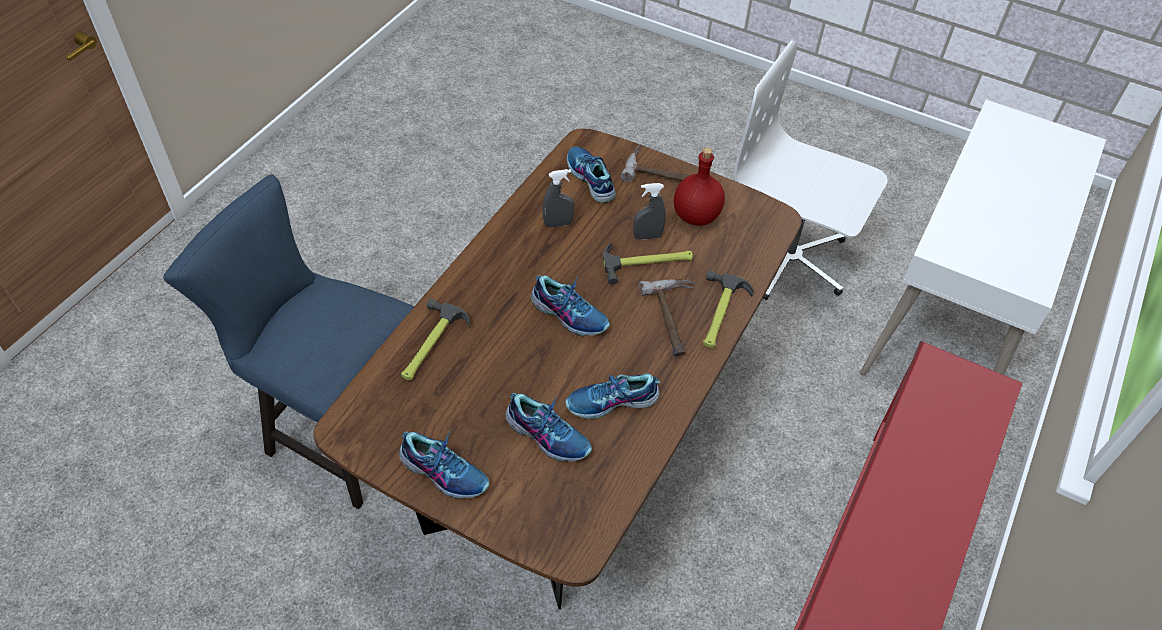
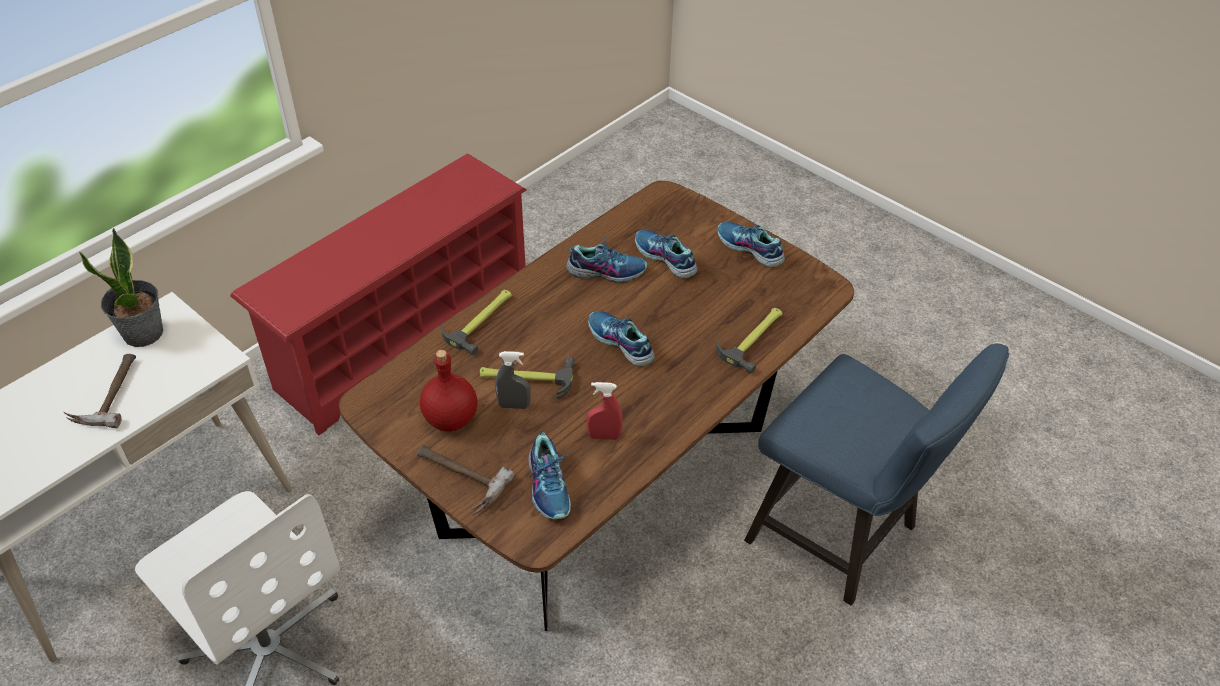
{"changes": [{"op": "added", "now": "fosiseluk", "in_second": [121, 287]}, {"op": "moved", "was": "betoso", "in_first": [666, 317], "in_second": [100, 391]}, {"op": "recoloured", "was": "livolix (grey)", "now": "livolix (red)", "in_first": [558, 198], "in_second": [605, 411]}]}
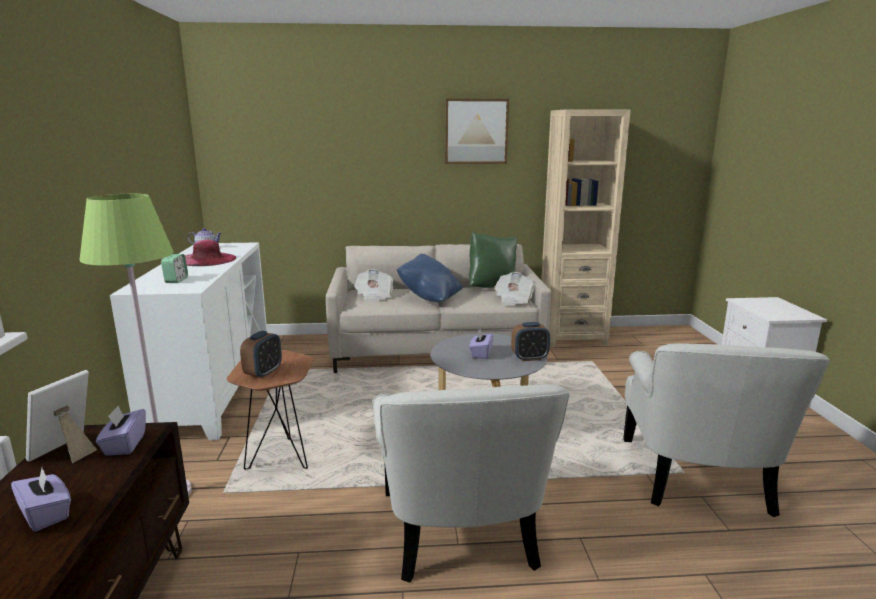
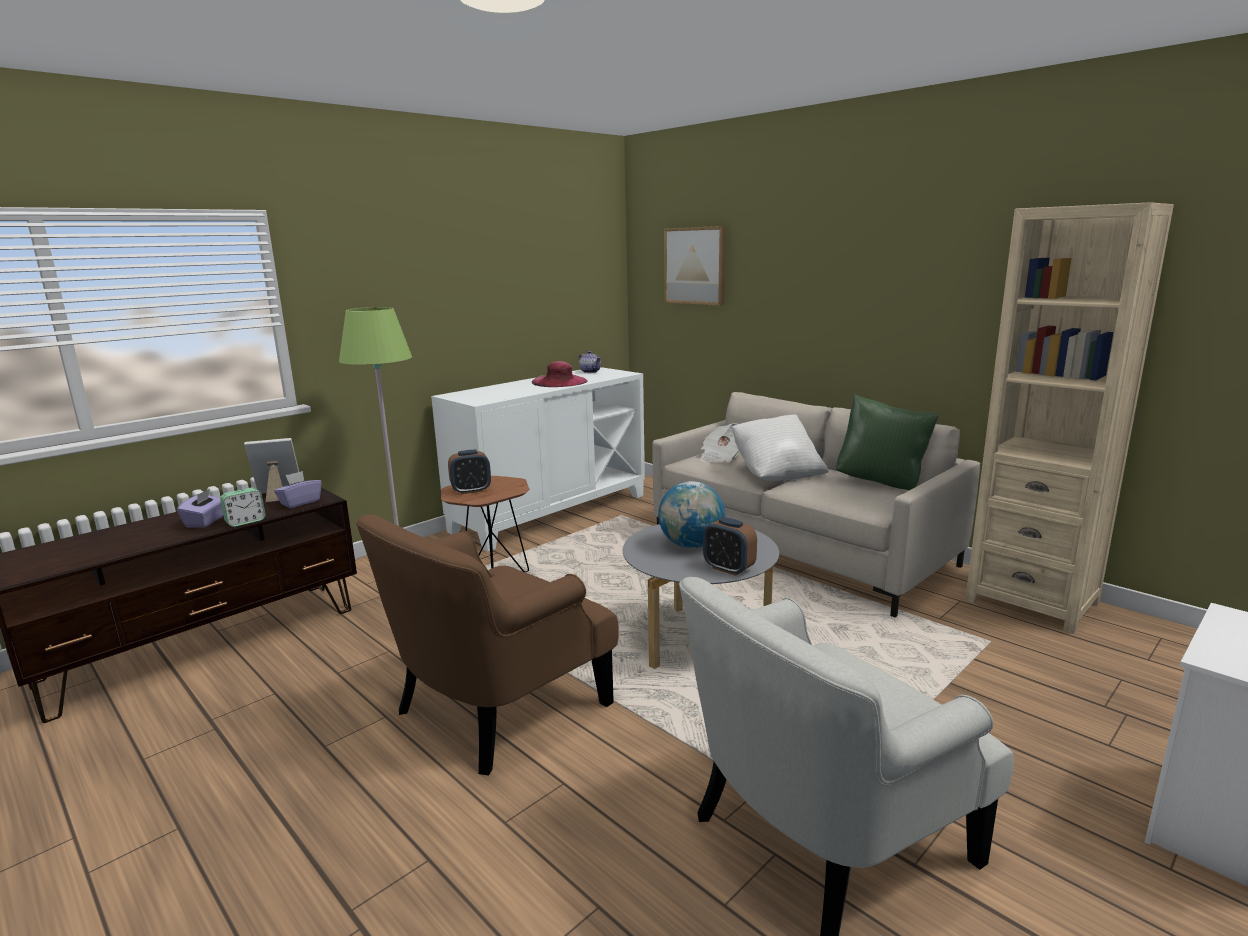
{"changes": [{"op": "removed", "was": "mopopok", "in_first": [514, 289]}, {"op": "moved", "was": "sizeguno", "in_first": [174, 268], "in_second": [243, 507]}, {"op": "moved", "was": "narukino", "in_first": [477, 131], "in_second": [694, 266]}, {"op": "replaced", "was": "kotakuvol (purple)", "now": "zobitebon", "in_first": [481, 344], "in_second": [691, 514]}, {"op": "recoloured", "was": "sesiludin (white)", "now": "sesiludin (brown)", "in_first": [470, 483], "in_second": [487, 645]}, {"op": "recoloured", "was": "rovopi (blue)", "now": "rovopi (white)", "in_first": [430, 278], "in_second": [780, 448]}]}
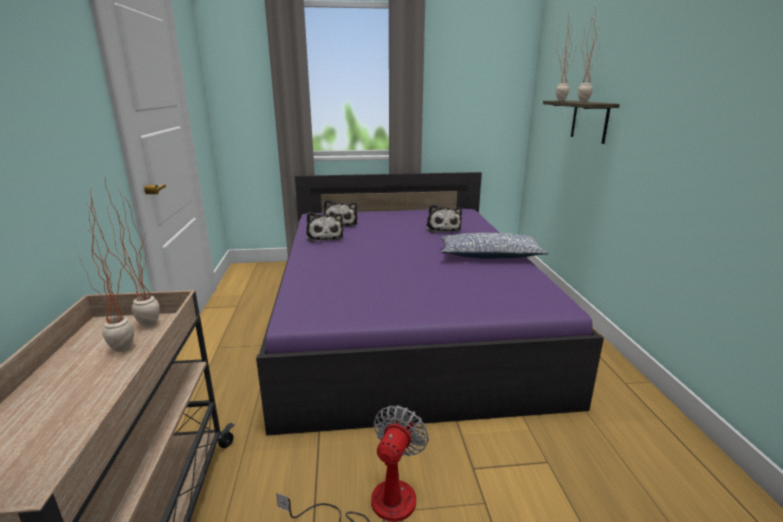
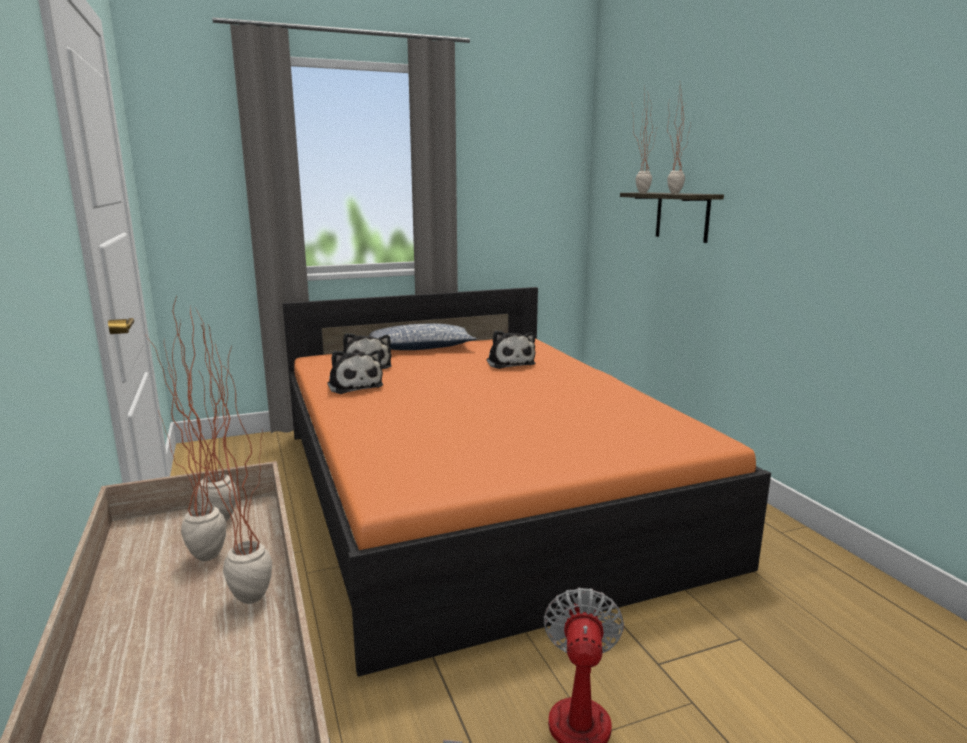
{"changes": [{"op": "added", "now": "fosiseluk", "in_second": [220, 464]}, {"op": "moved", "was": "rovopi", "in_first": [495, 246], "in_second": [423, 336]}, {"op": "recoloured", "was": "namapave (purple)", "now": "namapave (orange)", "in_first": [430, 304], "in_second": [526, 482]}]}
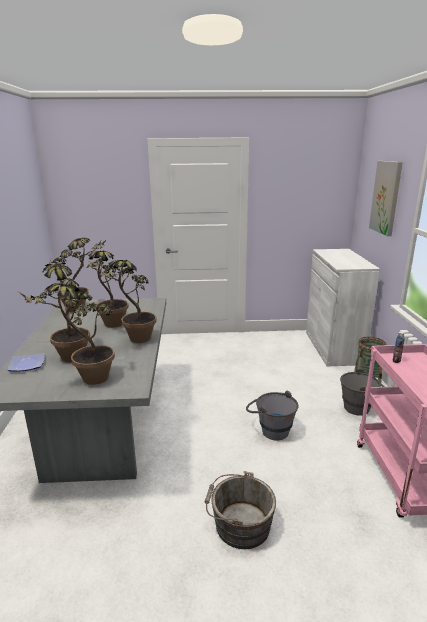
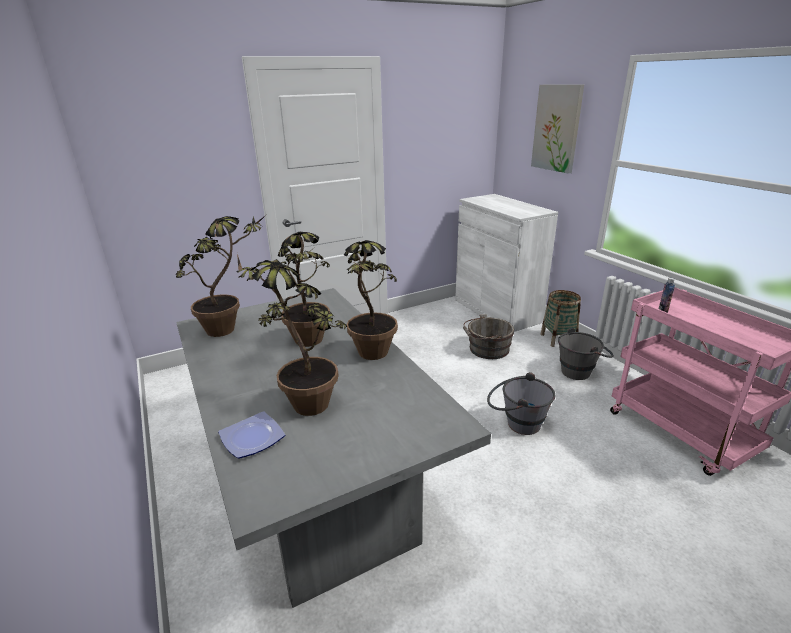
{"changes": [{"op": "removed", "was": "fosiseluk", "in_first": [65, 334]}, {"op": "moved", "was": "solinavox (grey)", "in_first": [240, 510], "in_second": [488, 336]}]}
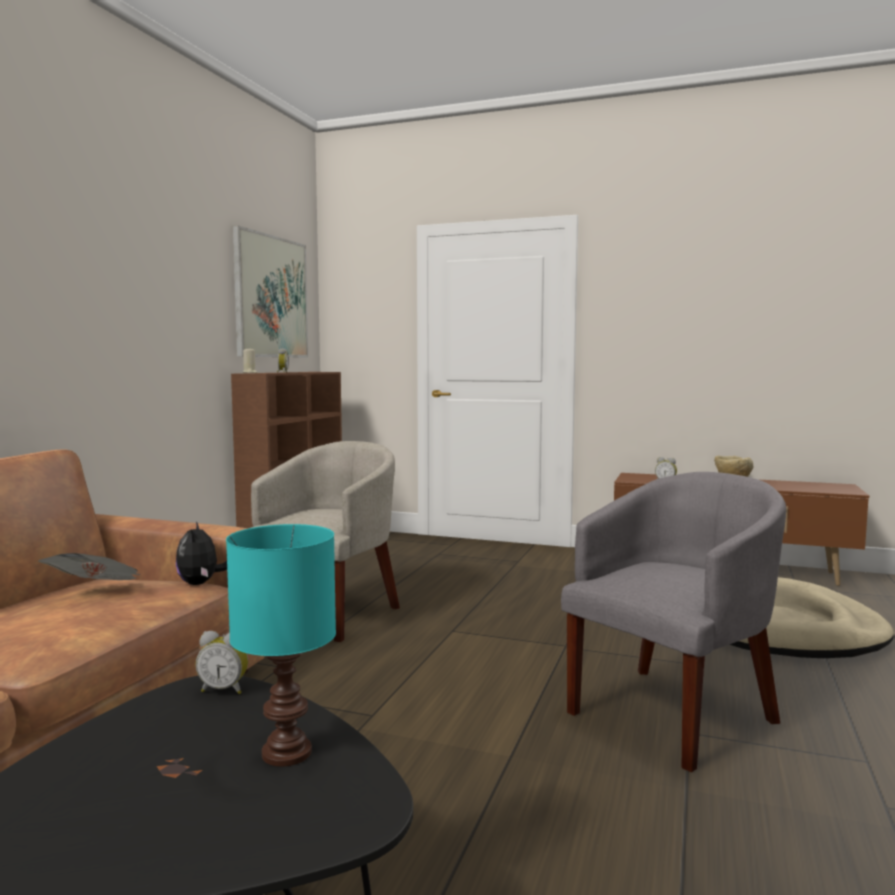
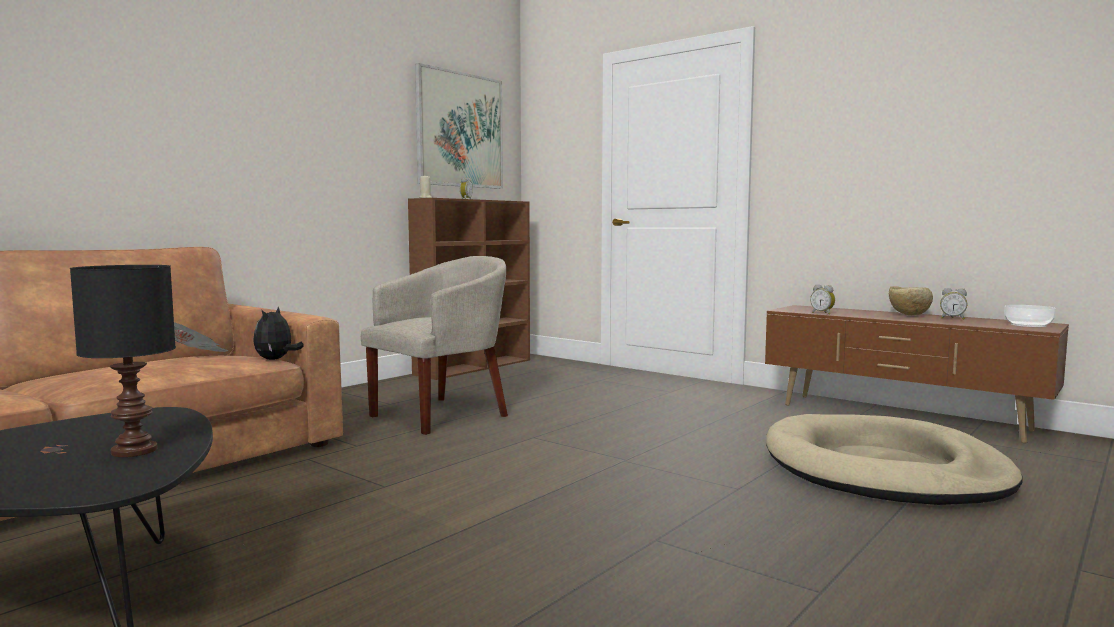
{"changes": [{"op": "removed", "was": "sesiludin (grey)", "in_first": [673, 622]}, {"op": "added", "now": "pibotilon", "in_second": [1030, 316]}, {"op": "moved", "was": "sizeguno", "in_first": [222, 662], "in_second": [953, 304]}, {"op": "recoloured", "was": "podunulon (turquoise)", "now": "podunulon (black)", "in_first": [281, 645], "in_second": [123, 361]}]}
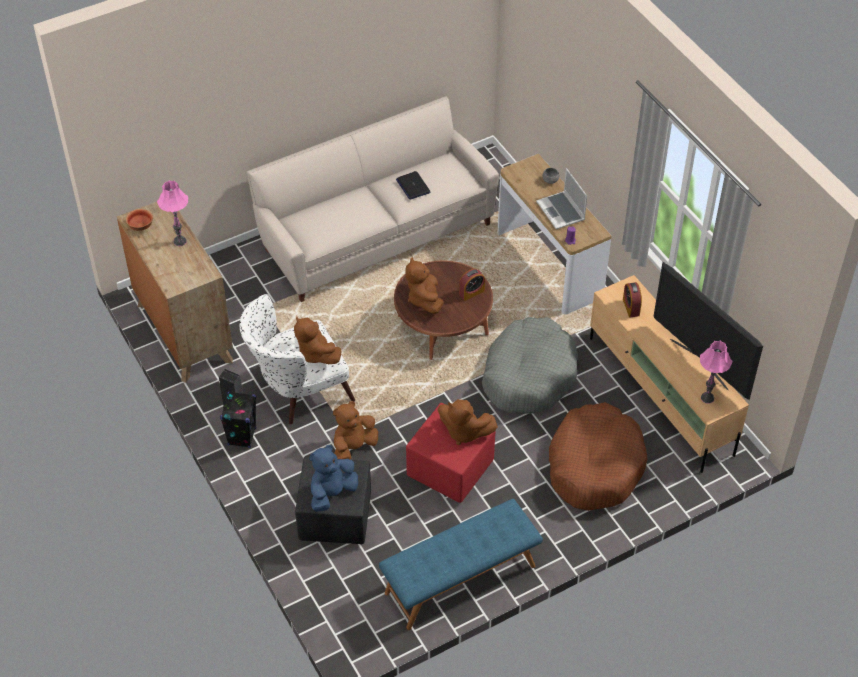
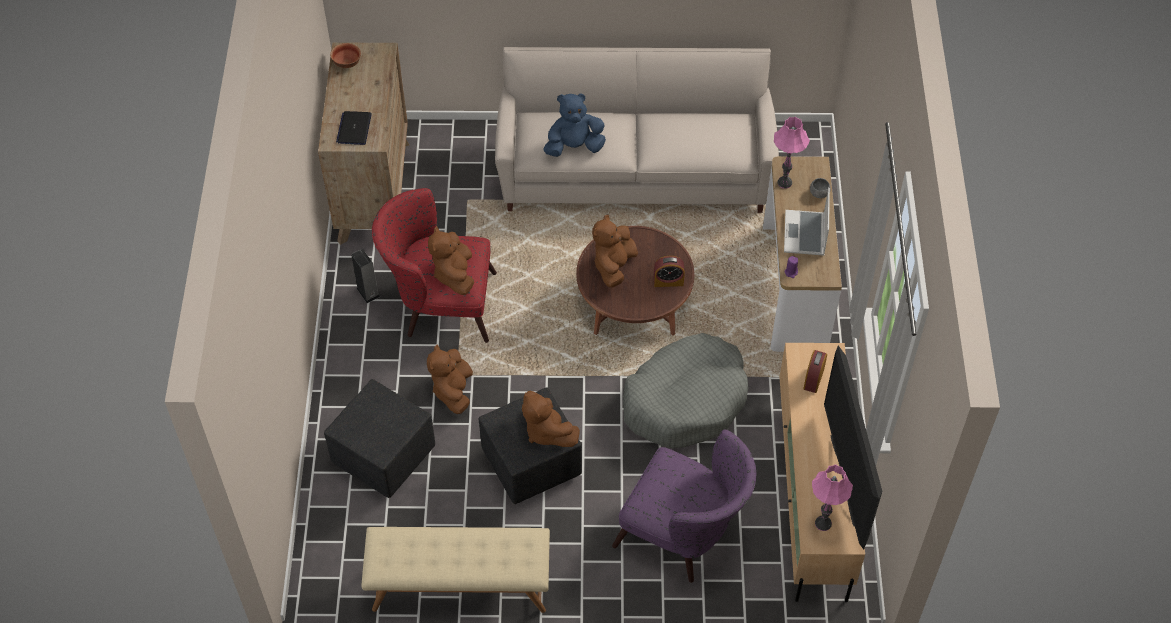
{"changes": [{"op": "removed", "was": "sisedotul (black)", "in_first": [238, 419]}, {"op": "moved", "was": "podunulon (pink)", "in_first": [172, 213], "in_second": [792, 153]}, {"op": "moved", "was": "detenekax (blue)", "in_first": [333, 478], "in_second": [574, 125]}, {"op": "moved", "was": "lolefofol", "in_first": [413, 185], "in_second": [354, 128]}, {"op": "replaced", "was": "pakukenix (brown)", "now": "sesiludin (purple)", "in_first": [598, 456], "in_second": [684, 506]}, {"op": "recoloured", "was": "sesiludin (white)", "now": "sesiludin (red)", "in_first": [297, 359], "in_second": [434, 265]}, {"op": "recoloured", "was": "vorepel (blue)", "now": "vorepel (beige)", "in_first": [461, 564], "in_second": [455, 570]}, {"op": "recoloured", "was": "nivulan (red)", "now": "nivulan (black)", "in_first": [451, 453], "in_second": [530, 445]}, {"op": "turned", "was": "detenekax (brown)", "in_first": [355, 430], "in_second": [450, 379], "clockwise": -75}]}
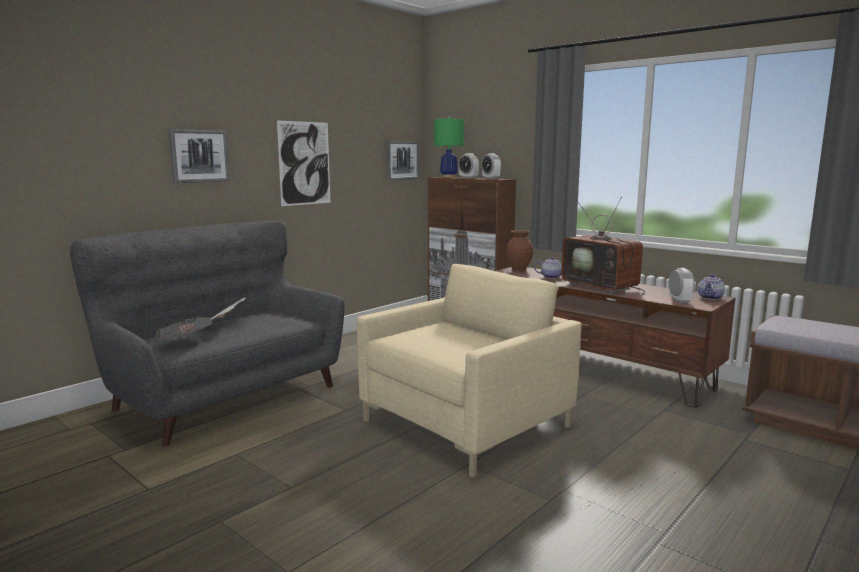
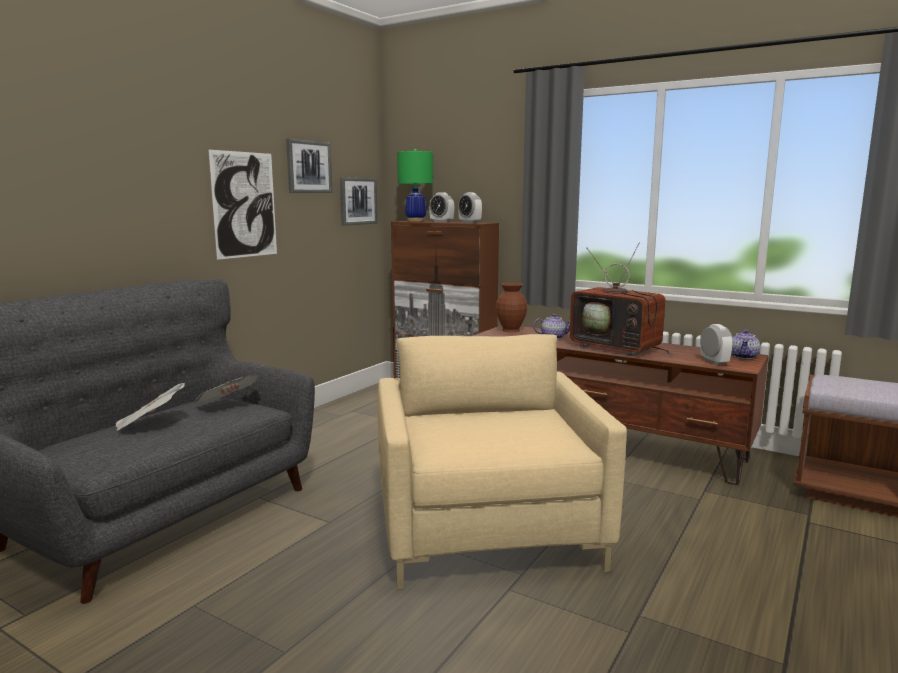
{"changes": [{"op": "moved", "was": "mopopok", "in_first": [184, 328], "in_second": [226, 389]}, {"op": "moved", "was": "narukino", "in_first": [199, 156], "in_second": [309, 166]}, {"op": "turned", "was": "sesiludin (beige)", "in_first": [469, 371], "in_second": [502, 461], "clockwise": -45}]}
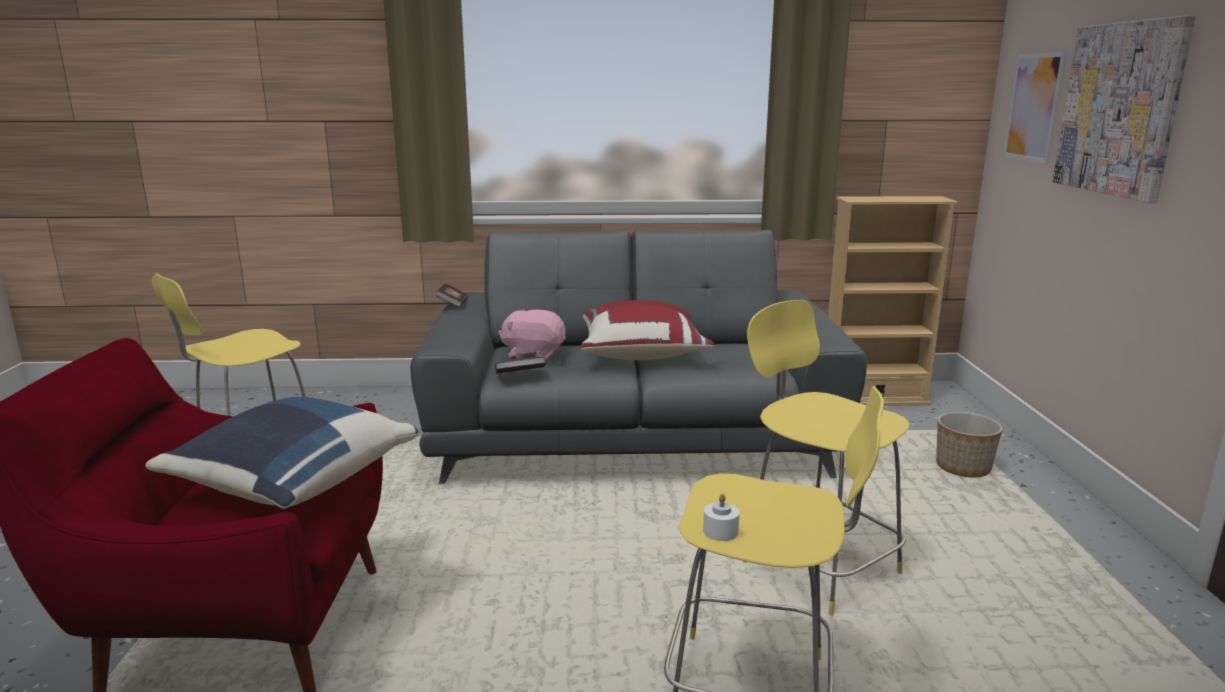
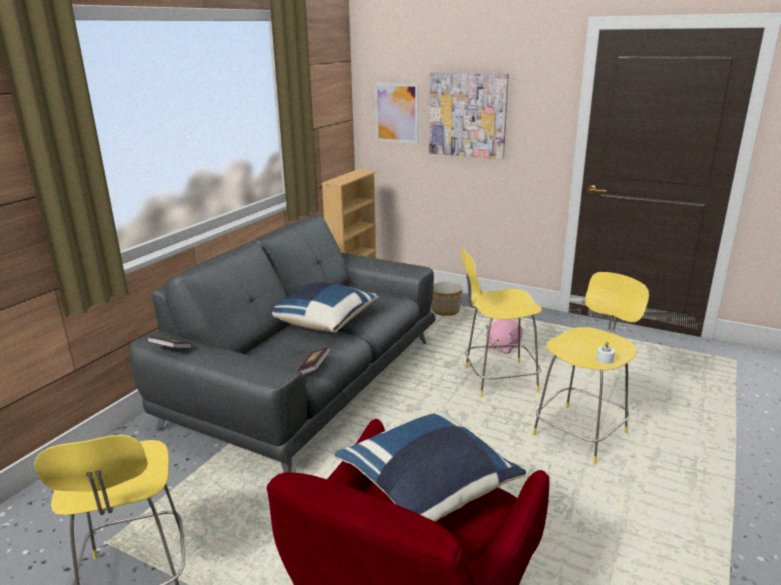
{"changes": [{"op": "moved", "was": "detenekax (pink)", "in_first": [532, 335], "in_second": [504, 336]}, {"op": "recoloured", "was": "rovopi (red)", "now": "rovopi (blue)", "in_first": [647, 330], "in_second": [325, 307]}]}
